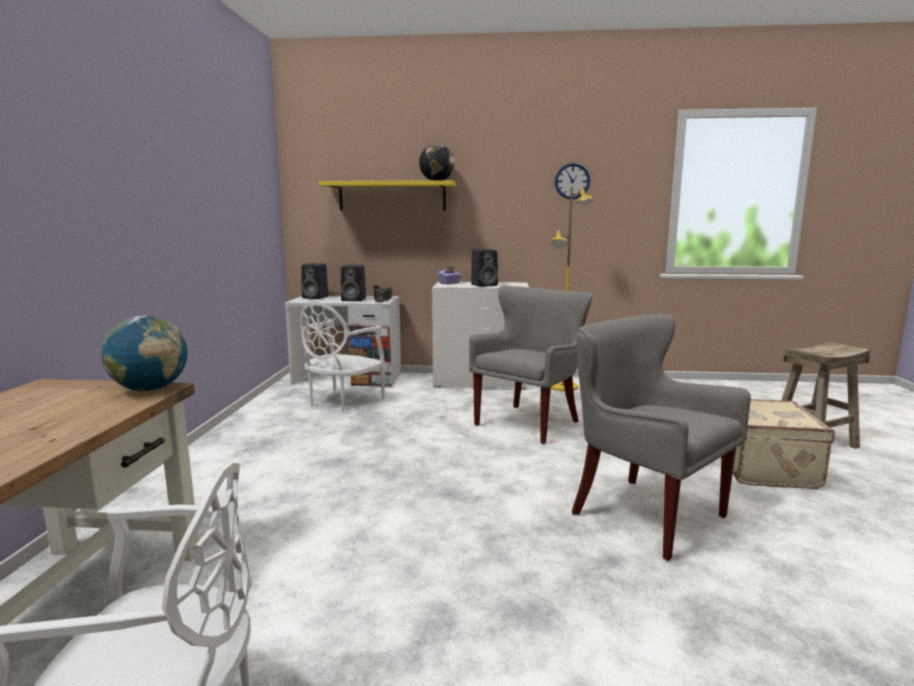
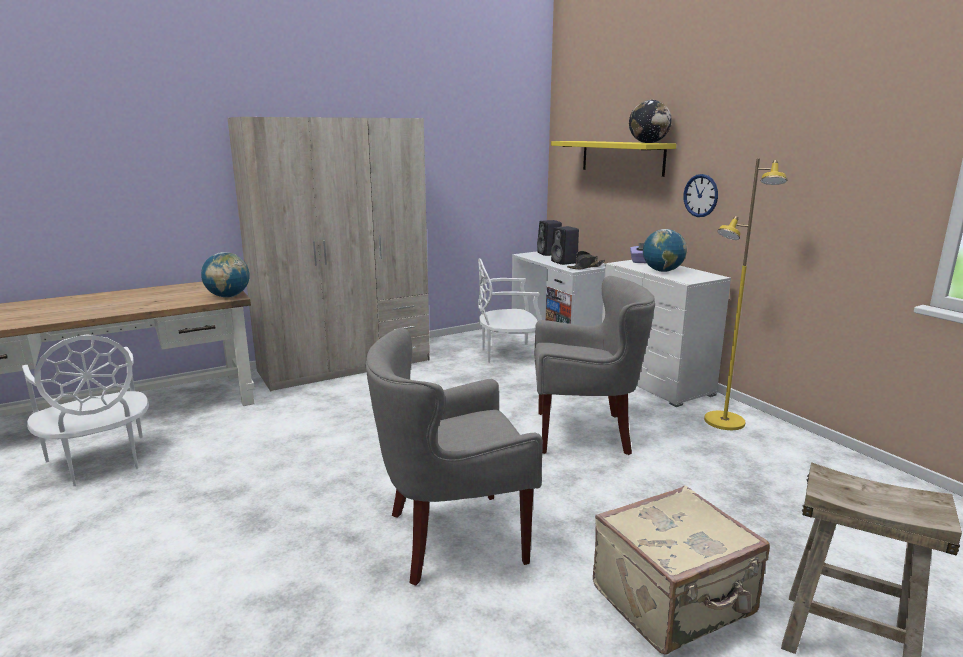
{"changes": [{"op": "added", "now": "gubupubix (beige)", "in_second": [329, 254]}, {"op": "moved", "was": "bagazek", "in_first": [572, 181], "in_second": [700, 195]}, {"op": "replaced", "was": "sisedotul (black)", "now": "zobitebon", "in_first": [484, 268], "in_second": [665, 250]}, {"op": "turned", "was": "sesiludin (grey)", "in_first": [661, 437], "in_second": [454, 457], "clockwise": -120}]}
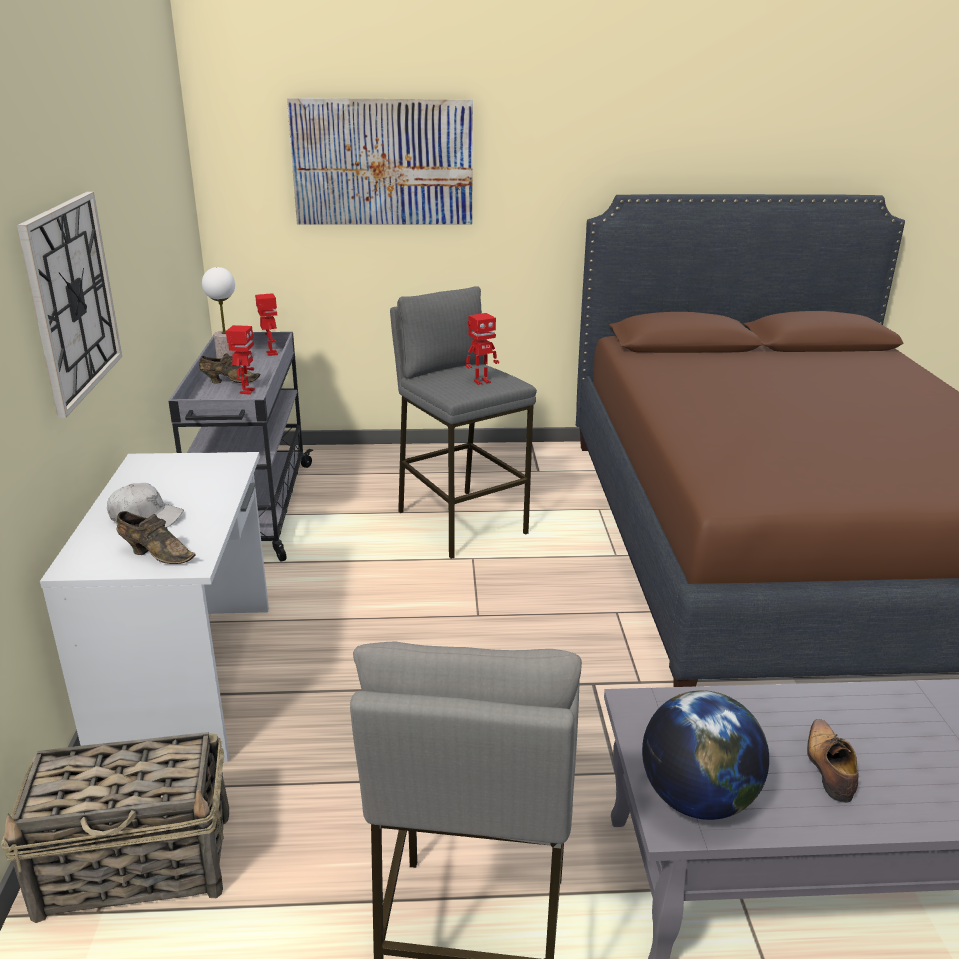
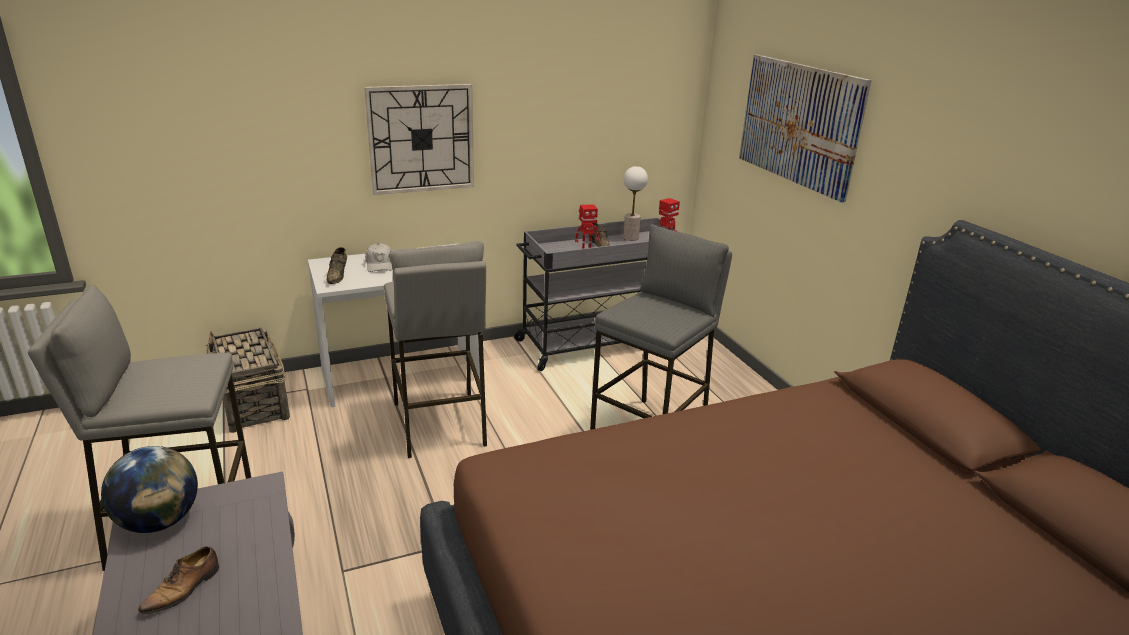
{"changes": [{"op": "removed", "was": "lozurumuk", "in_first": [482, 349]}, {"op": "added", "now": "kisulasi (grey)", "in_second": [435, 349]}, {"op": "turned", "was": "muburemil", "in_first": [833, 761], "in_second": [178, 580], "clockwise": 135}]}
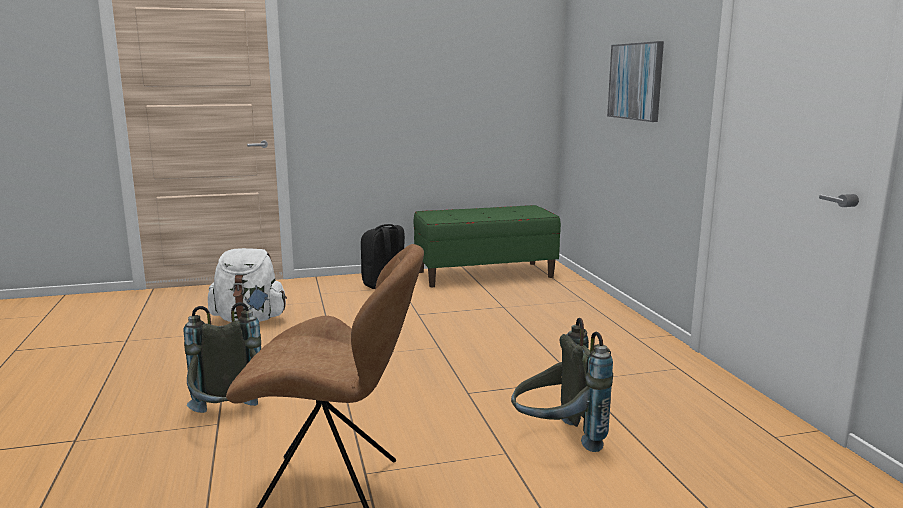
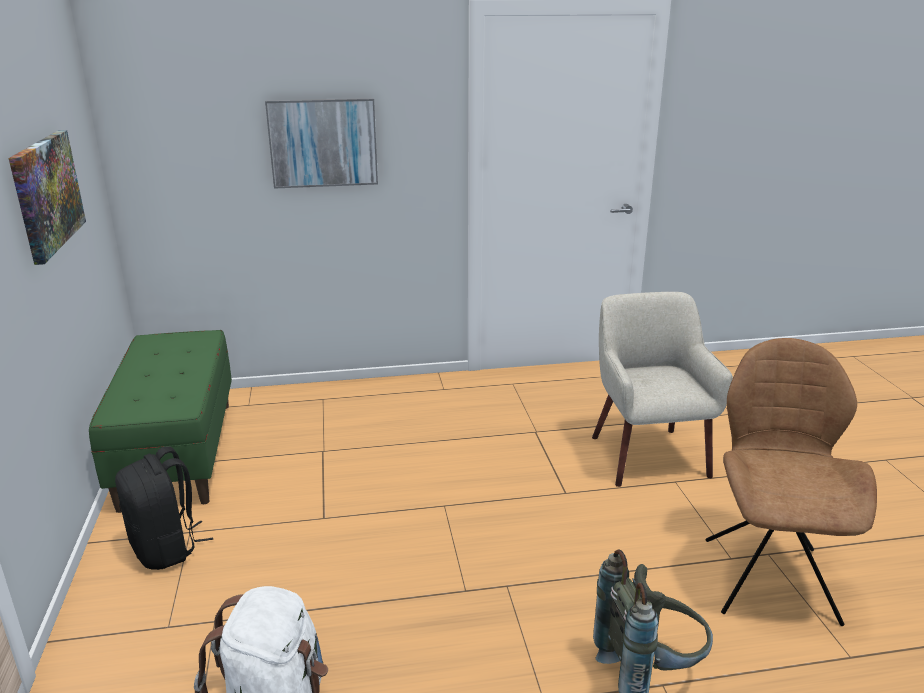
{"changes": [{"op": "added", "now": "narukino", "in_second": [47, 197]}, {"op": "replaced", "was": "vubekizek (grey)", "now": "sesiludin (beige)", "in_first": [562, 385], "in_second": [662, 389]}]}
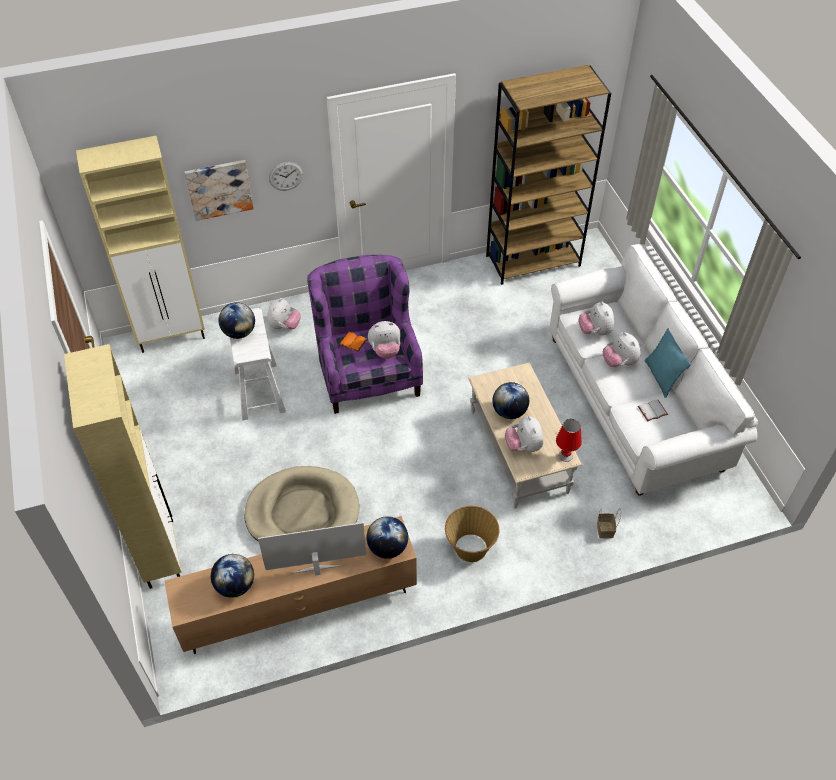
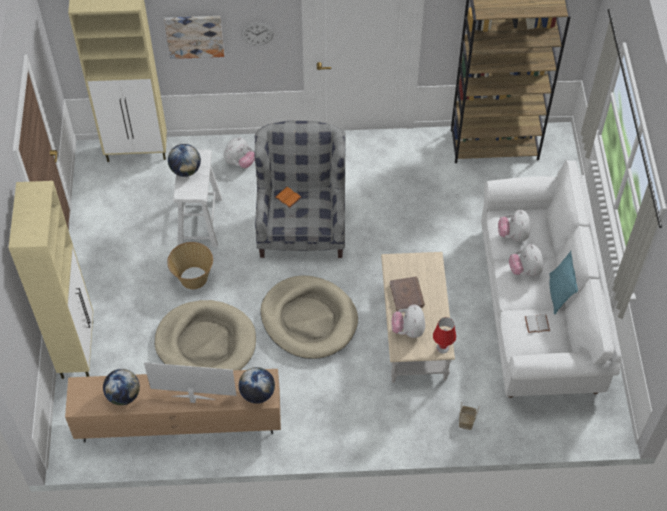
{"changes": [{"op": "removed", "was": "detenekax", "in_first": [384, 340]}, {"op": "added", "now": "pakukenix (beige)", "in_second": [309, 317]}, {"op": "moved", "was": "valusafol", "in_first": [472, 534], "in_second": [190, 265]}, {"op": "replaced", "was": "zobitebon", "now": "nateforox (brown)", "in_first": [510, 400], "in_second": [407, 293]}, {"op": "recoloured", "was": "sesiludin (purple)", "now": "sesiludin (grey)", "in_first": [365, 334], "in_second": [300, 189]}]}
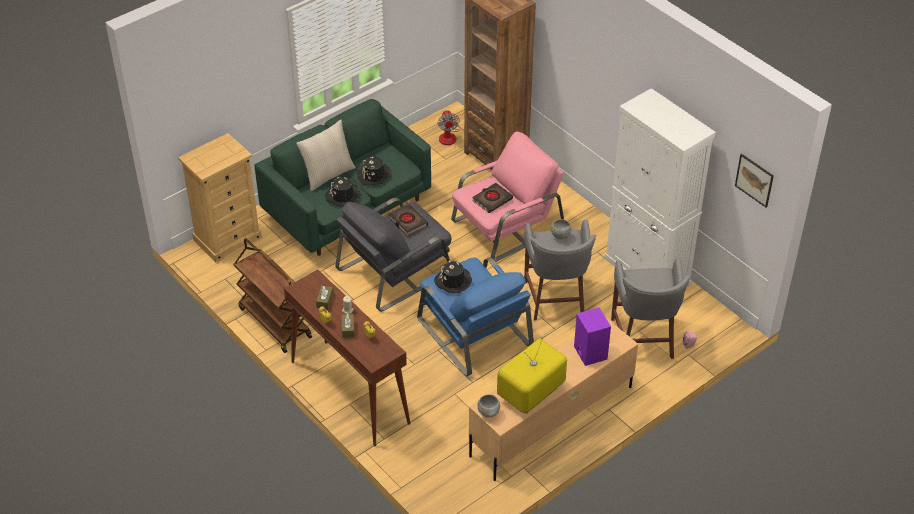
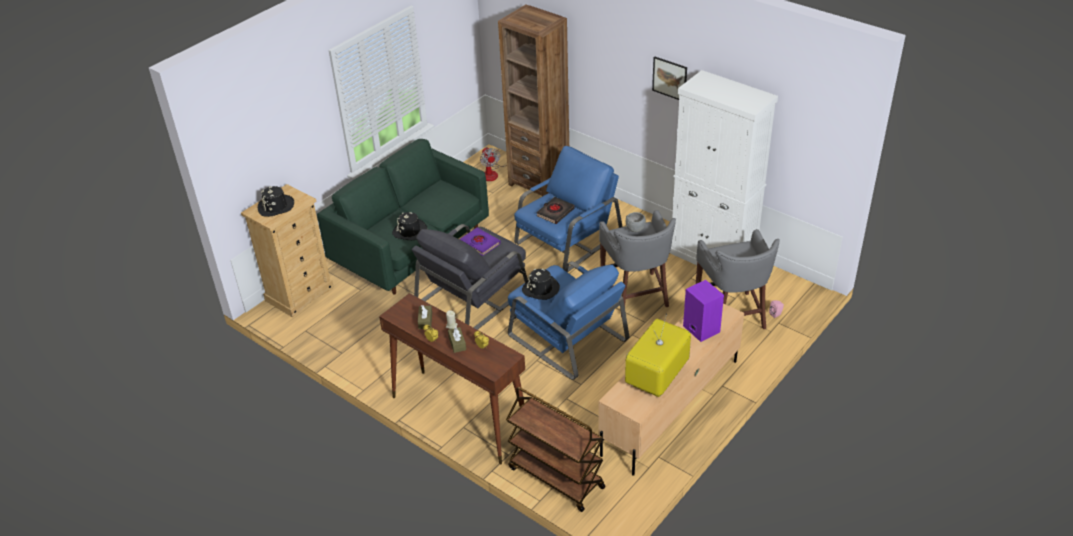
{"changes": [{"op": "removed", "was": "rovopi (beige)", "in_first": [326, 155]}, {"op": "removed", "was": "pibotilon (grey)", "in_first": [488, 405]}, {"op": "moved", "was": "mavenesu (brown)", "in_first": [272, 295], "in_second": [555, 449]}, {"op": "moved", "was": "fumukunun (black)", "in_first": [374, 171], "in_second": [276, 201]}, {"op": "moved", "was": "narukino", "in_first": [754, 181], "in_second": [669, 78]}, {"op": "recoloured", "was": "nateforox (black)", "now": "nateforox (purple)", "in_first": [408, 219], "in_second": [480, 242]}, {"op": "recoloured", "was": "sesiludin (pink)", "now": "sesiludin (blue)", "in_first": [507, 197], "in_second": [568, 209]}]}
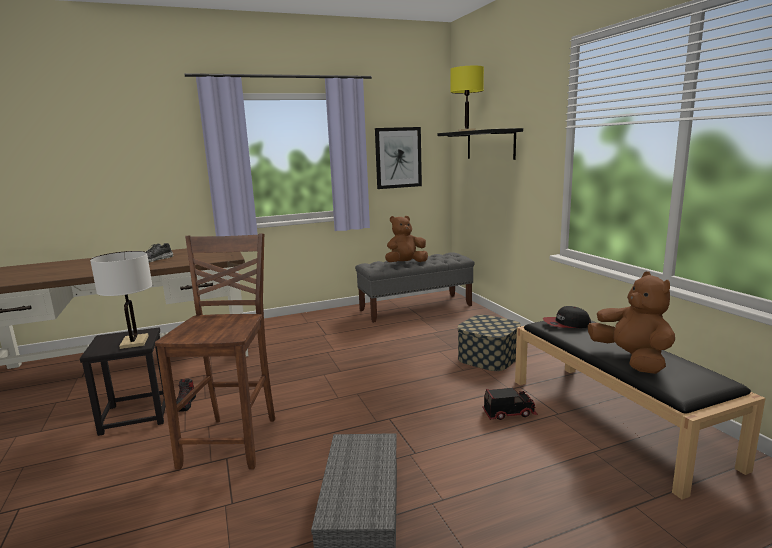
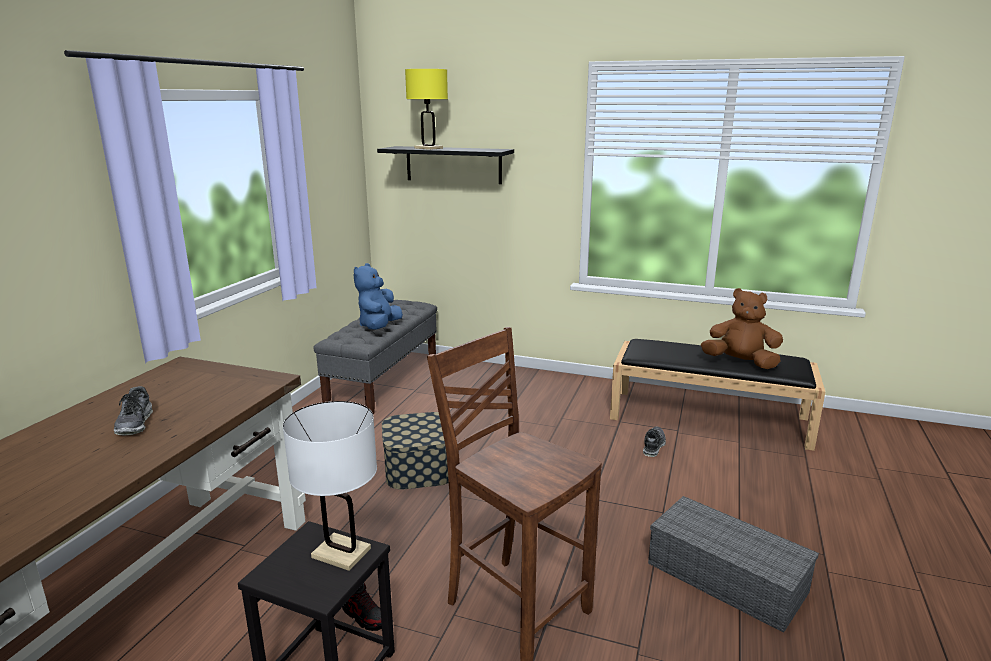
{"changes": [{"op": "removed", "was": "narukino", "in_first": [398, 158]}, {"op": "removed", "was": "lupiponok", "in_first": [567, 317]}, {"op": "moved", "was": "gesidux", "in_first": [489, 343], "in_second": [415, 450]}, {"op": "replaced", "was": "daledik", "now": "muburemil", "in_first": [510, 404], "in_second": [654, 441]}, {"op": "recoloured", "was": "detenekax (brown)", "now": "detenekax (blue)", "in_first": [406, 239], "in_second": [378, 296]}]}
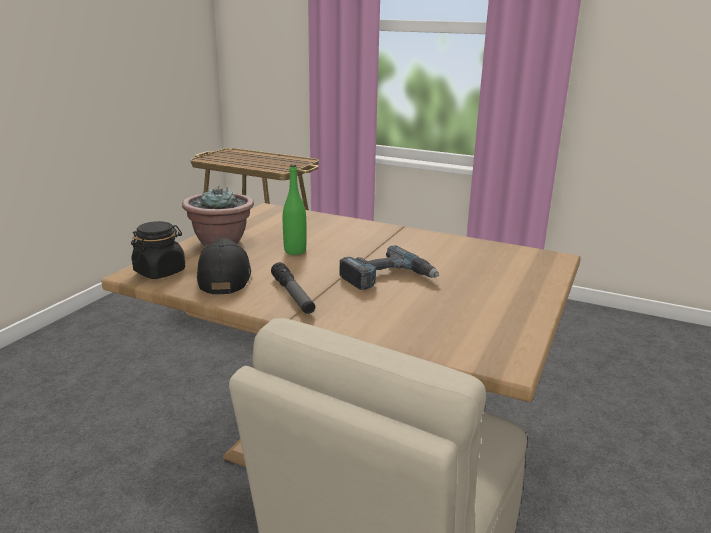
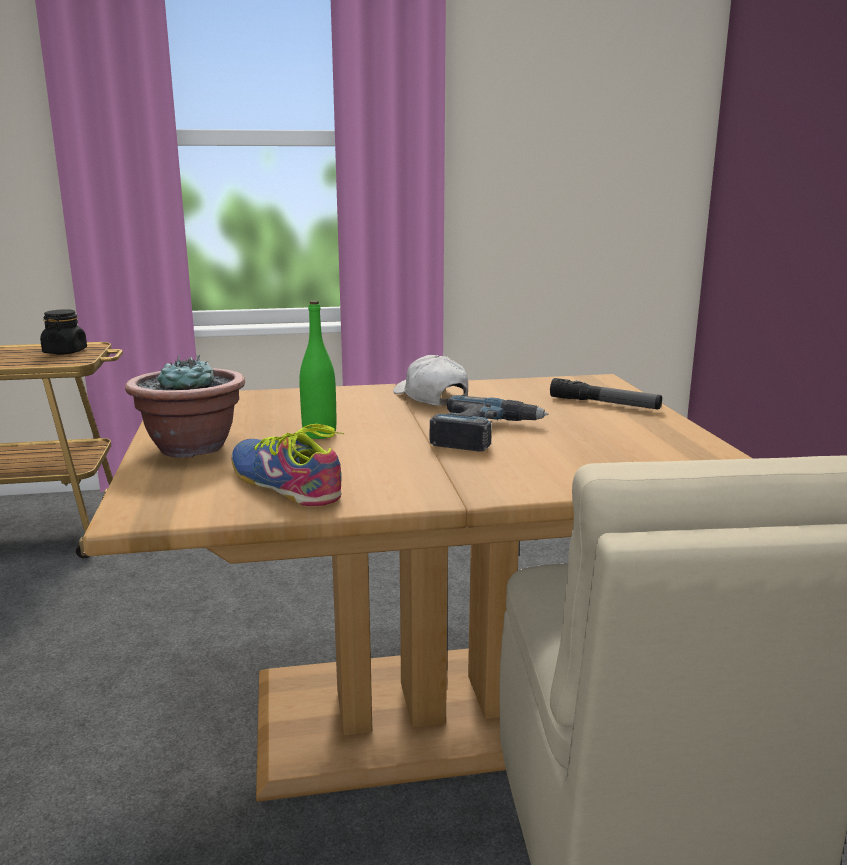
{"changes": [{"op": "added", "now": "lupiponok (white)", "in_second": [430, 380]}, {"op": "moved", "was": "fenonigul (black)", "in_first": [158, 250], "in_second": [63, 332]}, {"op": "moved", "was": "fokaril", "in_first": [293, 288], "in_second": [606, 394]}, {"op": "replaced", "was": "lupiponok (black)", "now": "muburemil", "in_first": [224, 266], "in_second": [287, 465]}]}
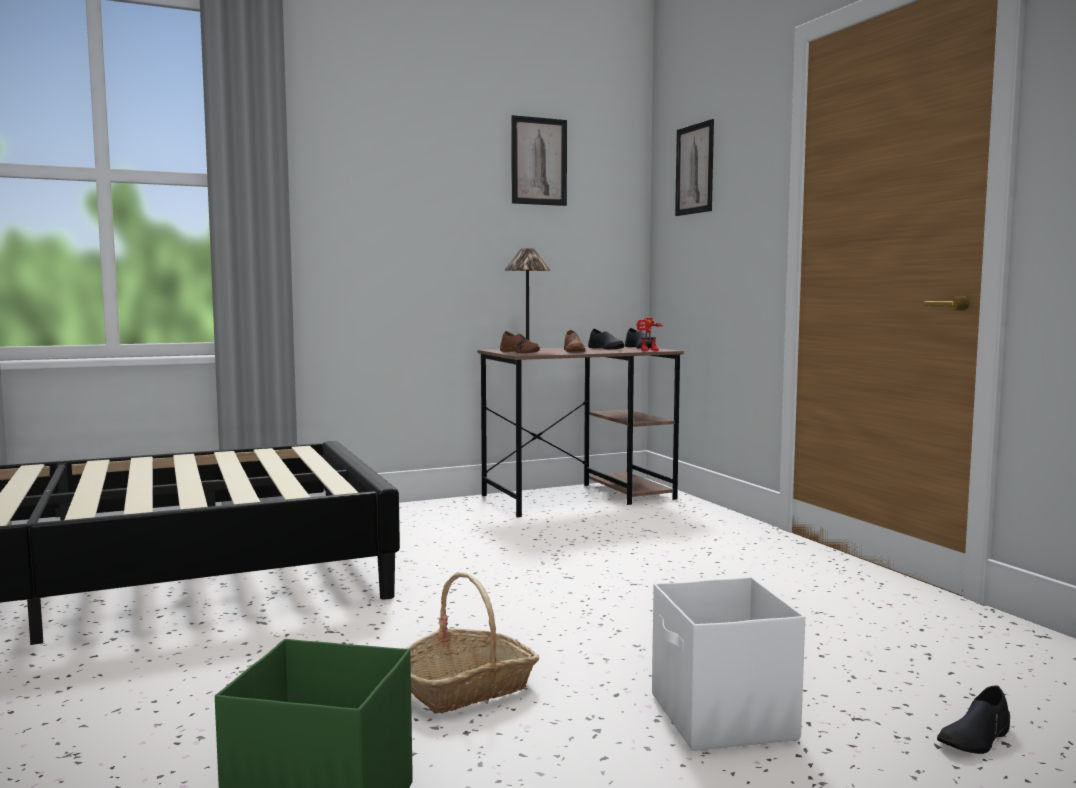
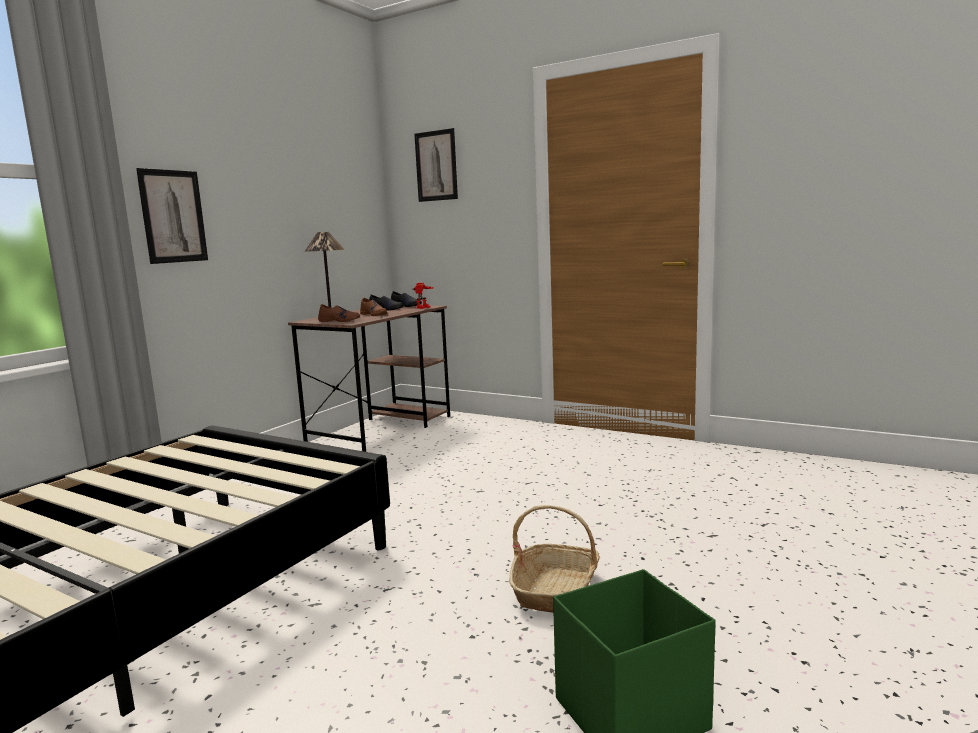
{"changes": [{"op": "removed", "was": "gesidux (white)", "in_first": [728, 664]}, {"op": "removed", "was": "muburemil (black)", "in_first": [973, 719]}, {"op": "moved", "was": "narukino", "in_first": [539, 160], "in_second": [172, 216]}]}
